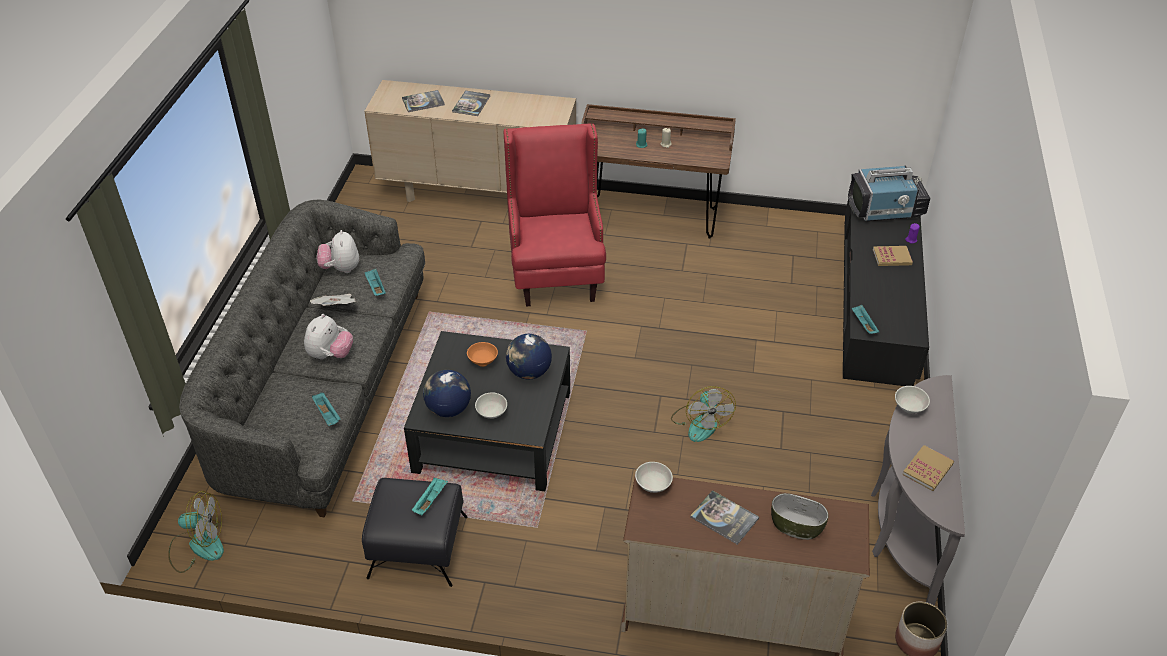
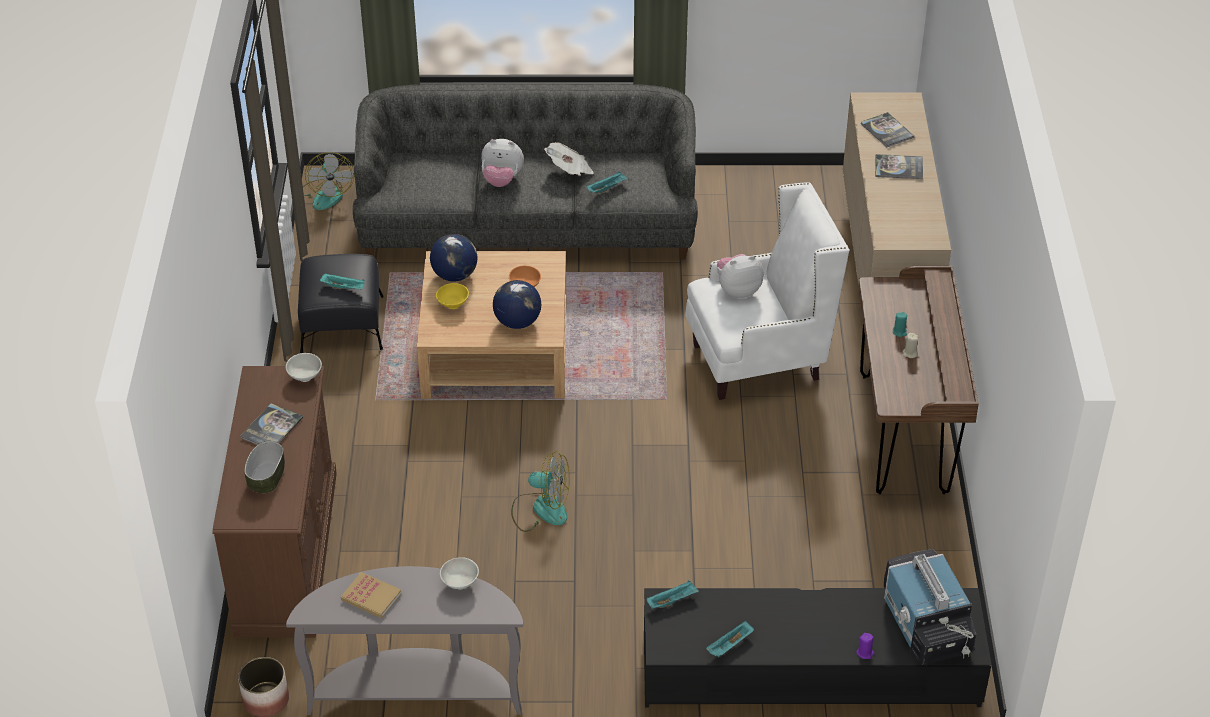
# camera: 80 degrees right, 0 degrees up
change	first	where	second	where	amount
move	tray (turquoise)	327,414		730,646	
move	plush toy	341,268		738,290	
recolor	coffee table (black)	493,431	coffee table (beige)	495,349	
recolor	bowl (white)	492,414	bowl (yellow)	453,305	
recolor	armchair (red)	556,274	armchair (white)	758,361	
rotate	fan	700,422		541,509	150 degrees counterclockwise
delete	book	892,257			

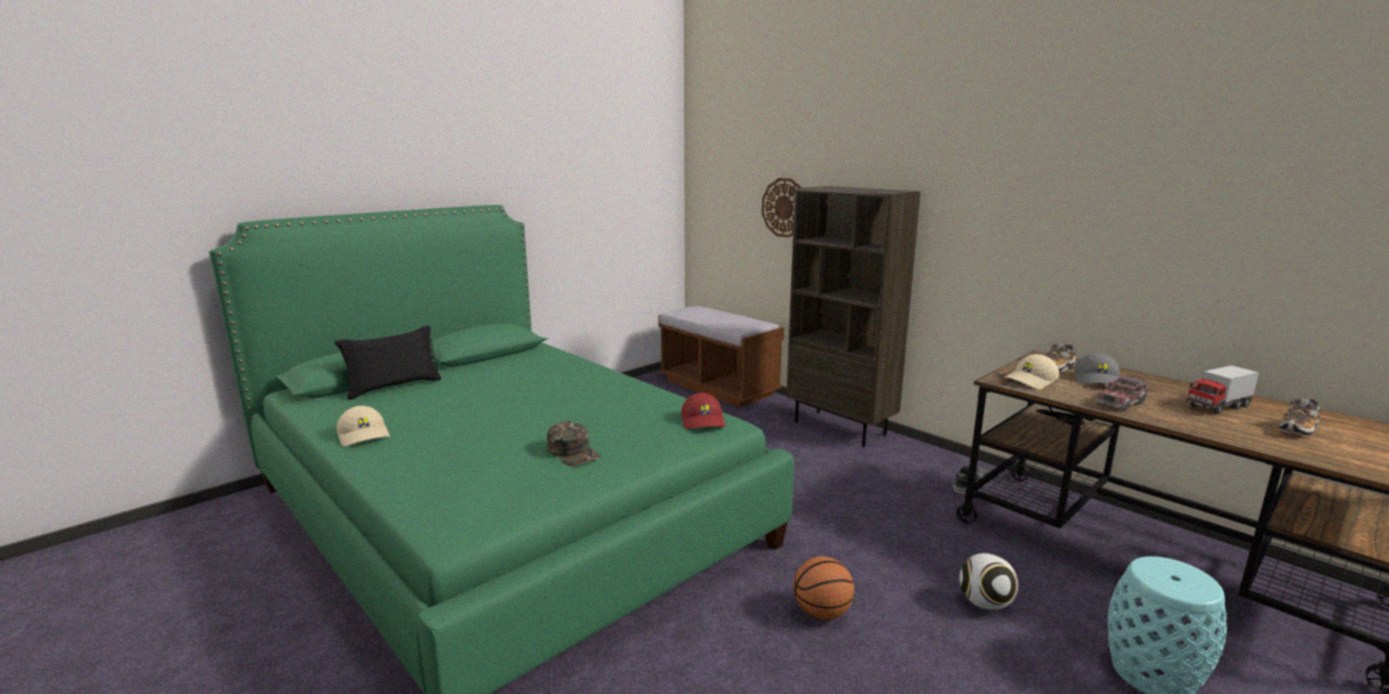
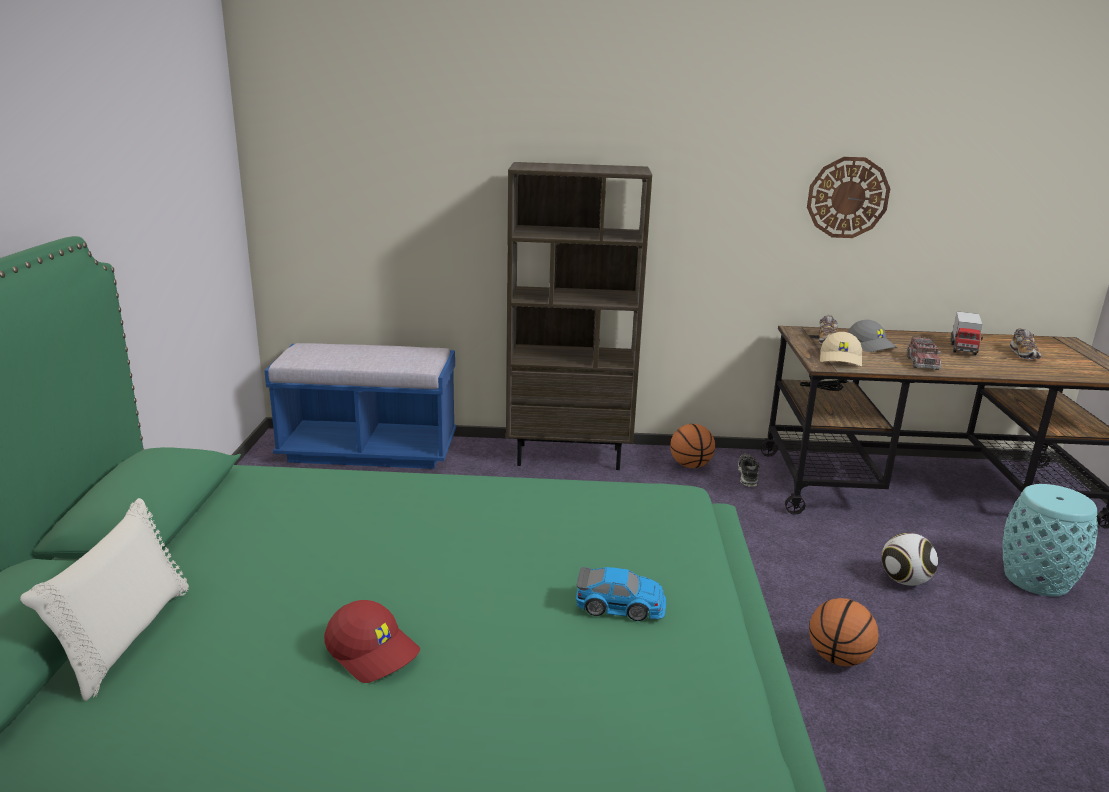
# camera: 45 degrees left, 5 degrees up
change	first	where	second	where	amount
recolor	pillow (black)	394,387	pillow (white)	125,637	
delete	cap (beige)	364,435			
replace	cap (green)	573,452	toy car	621,605	
recolor	bench (brown)	718,387	bench (blue)	369,450	
move	cap (red)	703,421		374,651	
move	wall clock	784,207		847,197	
insert			basketball	690,465	

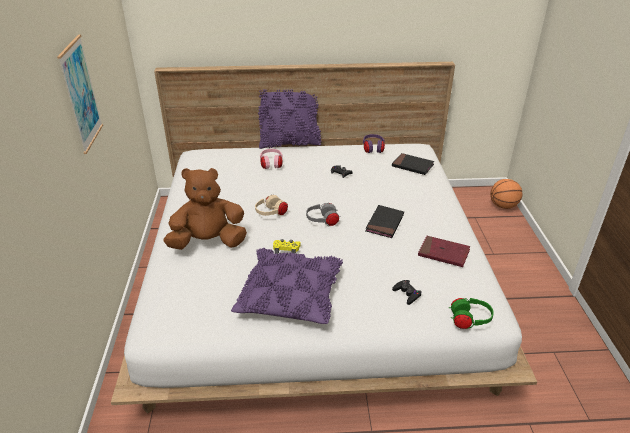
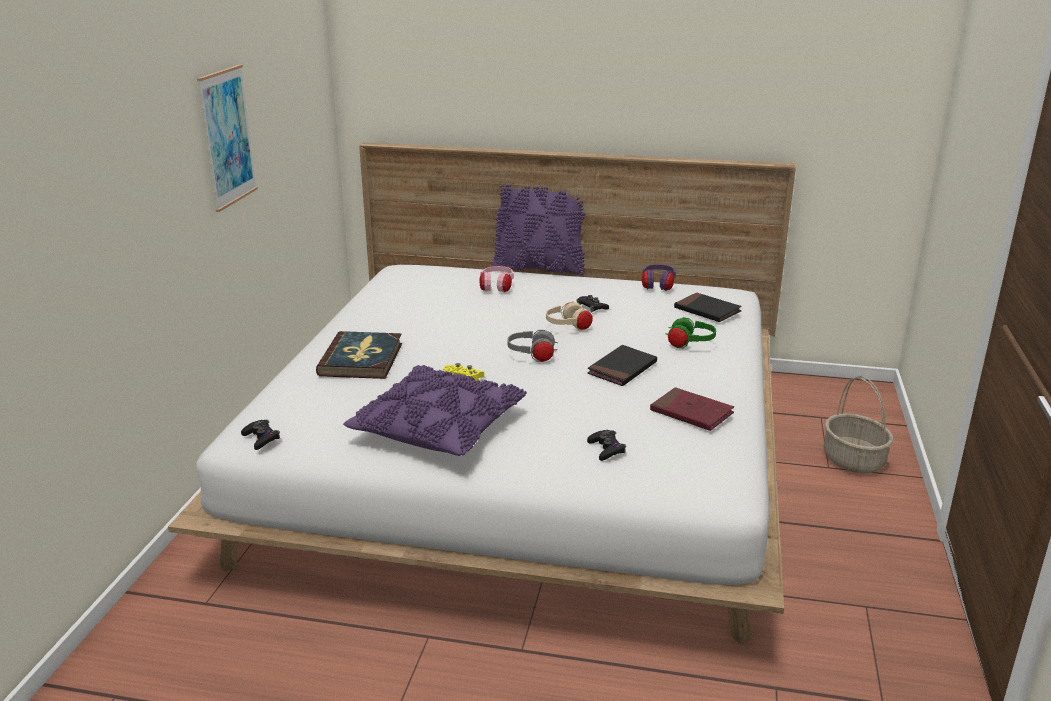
# camera: 15 degrees right, 10 degrees down
change	first	where	second	where	amount
replace	plush toy (brown)	208,242	book	361,359	
move	headphones (beige)	271,214		568,328	
move	headphones (green)	469,320		690,344	
delete	basketball	503,206			
insert			game controller (black)	261,438	
insert			basket	854,460	

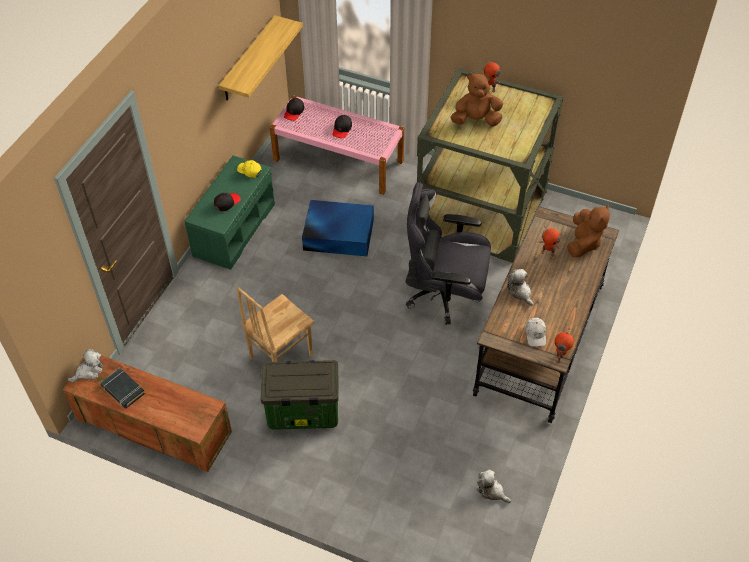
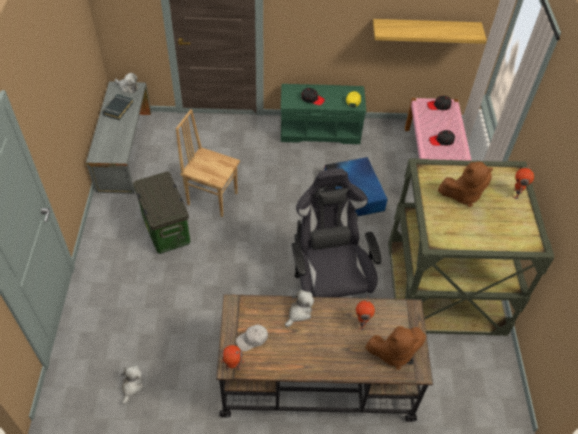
# camera: 65 degrees right, 0 degrees up
change	first	where	second	where	amount
recolor	bench (brown)	151,426	bench (grey)	124,150	
rotate	plush toy (brown)	476,120		463,195	105 degrees clockwise

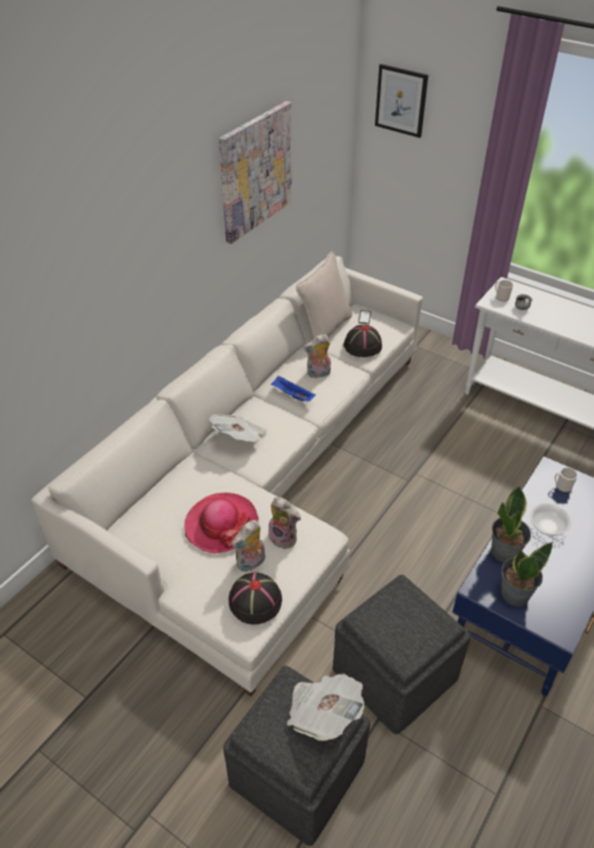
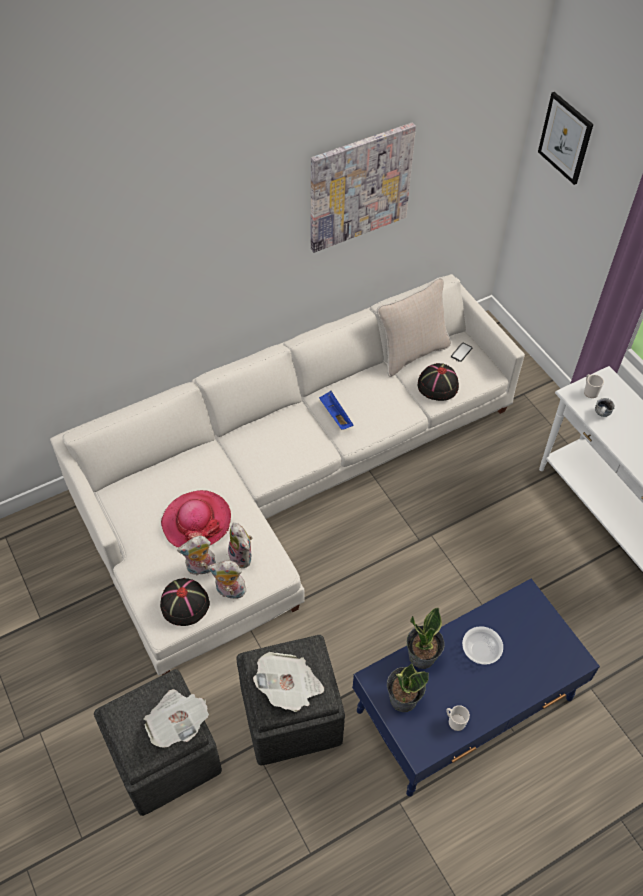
# camera: 25 degrees right, 10 degrees up
change	first	where	second	where	amount
move	newspaper	240,438		289,688	
move	plush toy	318,374		229,592	
move	mug	562,486		455,721	

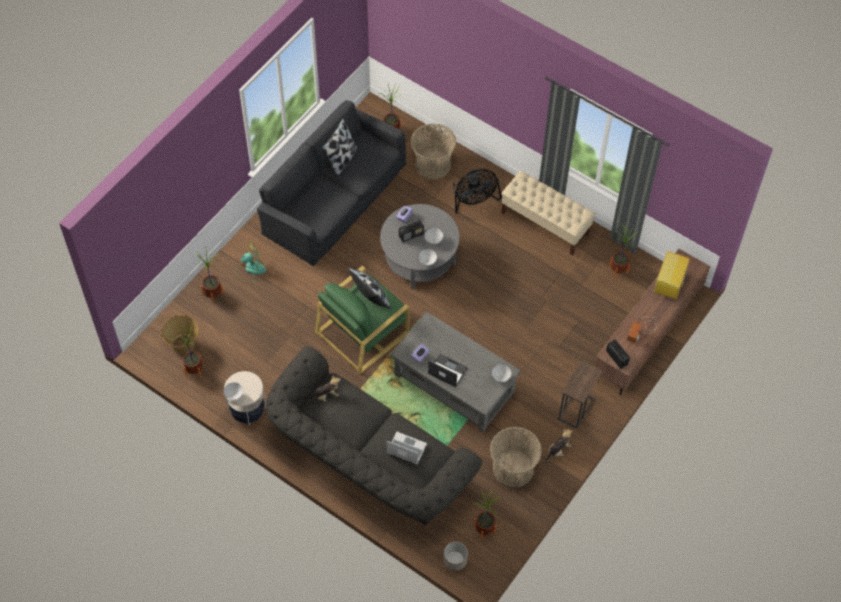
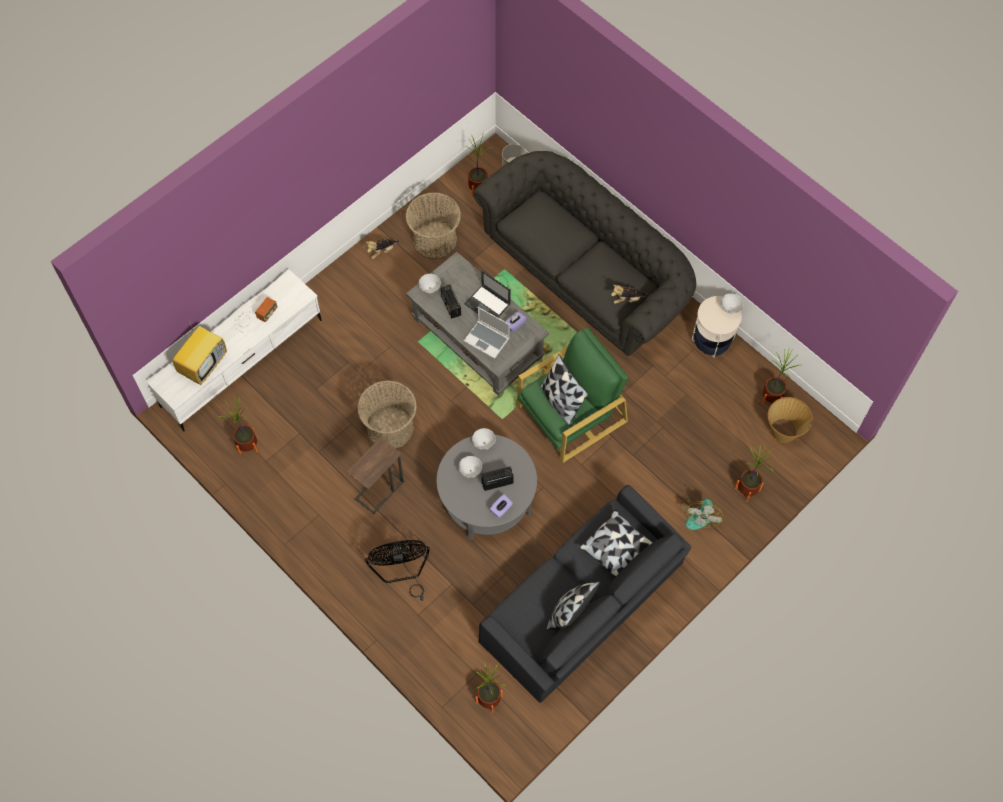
# camera: 170 degrees left, 5 degrees up
change	first	where	second	where	amount
rotate	fan	250,270		699,514	60 degrees counterclockwise
move	laptop	406,449		487,340	
move	basket	433,164		390,427	
delete	bench (beige)	545,224			
move	side table (brown)	576,409		379,489	
recolor	tv stand (brown)	648,333	tv stand (white)	241,361	
move	radio	616,357		451,306	
insert			pillow	618,550	

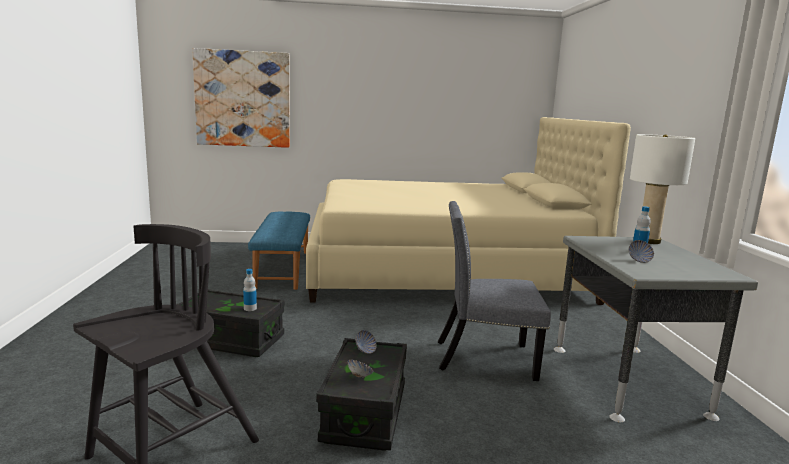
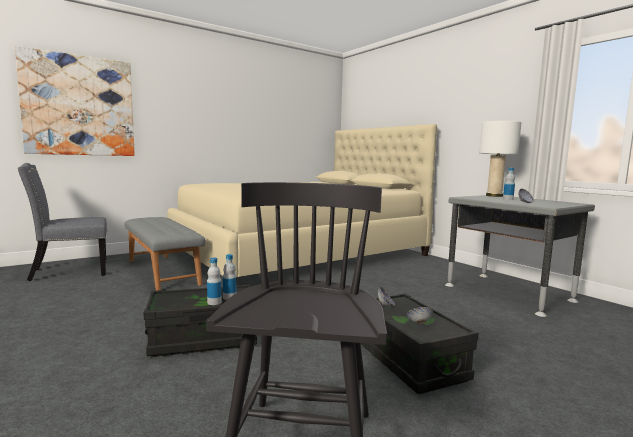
# camera: 30 degrees left, 5 degrees down
change	first	where	second	where	amount
recolor	bench (blue)	283,269	bench (grey)	163,271	
move	chair (grey)	487,358		72,271	
insert			bottle	214,302	

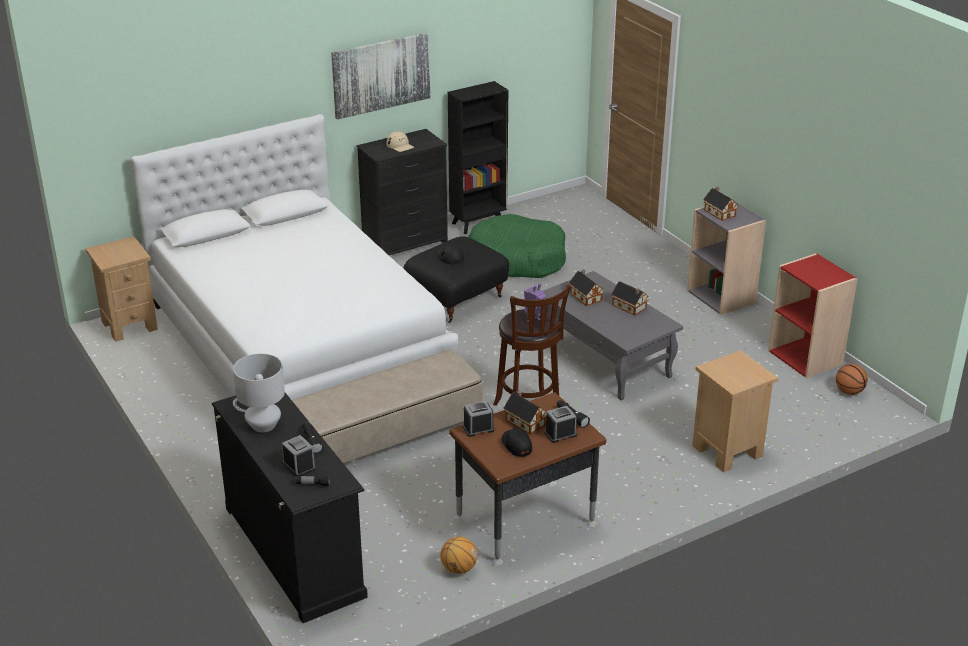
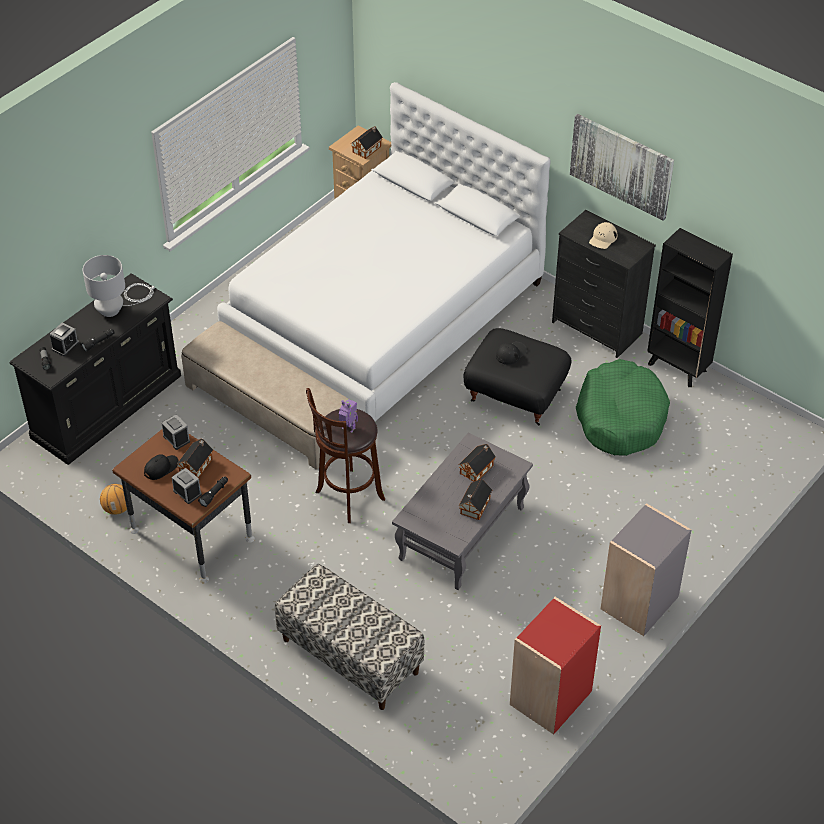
# camera: 70 degrees right, 15 degrees up
change	first	where	second	where	amount
replace	nightstand (beige)	726,450	bench	349,656	
move	toy house	719,212		368,149	
delete	basketball	849,392			

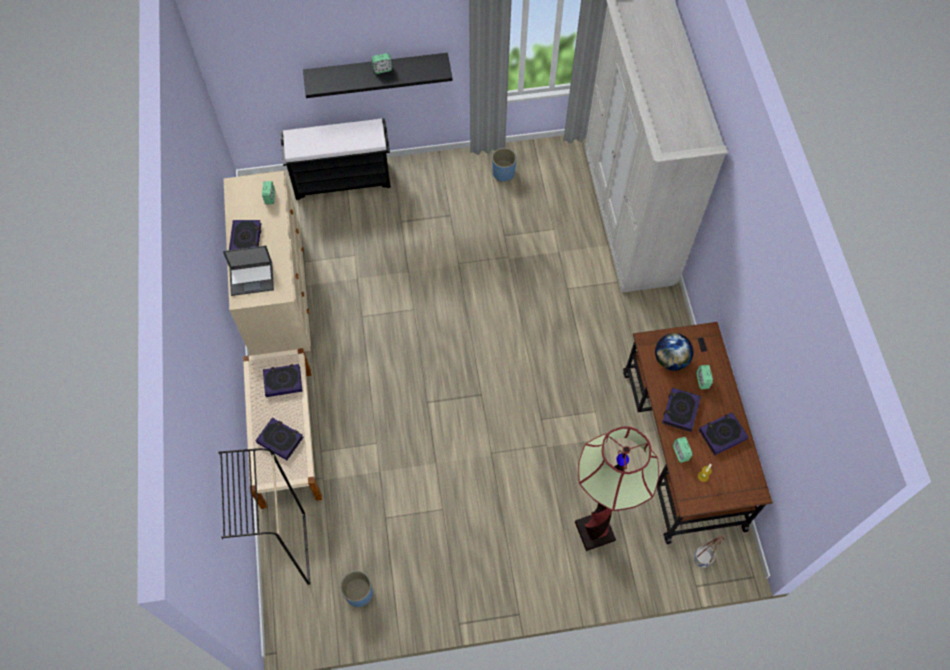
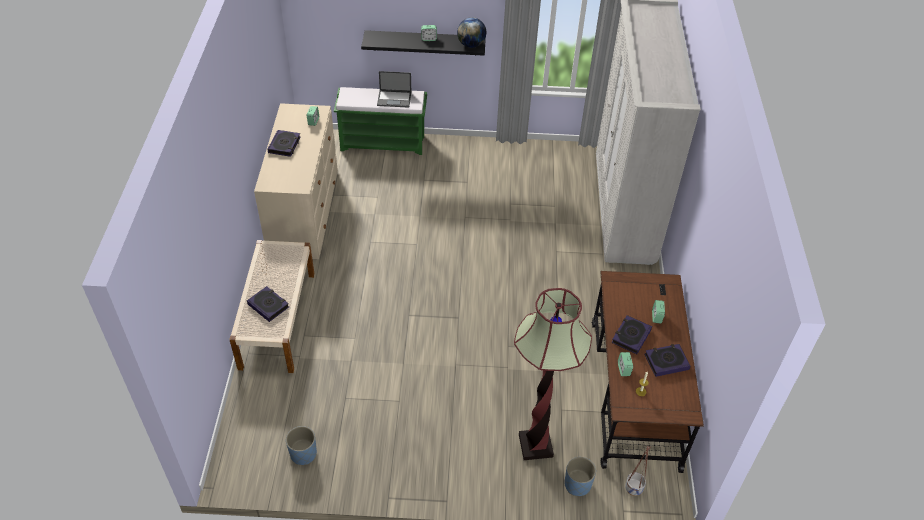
# camera: 10 degrees right, 15 degrees down
change	first	where	second	where	amount
delete	clothes rack (black)	286,550			
move	laptop	252,278		394,98	
delete	book	283,381			
recolor	bench (black)	343,179	bench (green)	383,143	
move	planter (blue)	503,173		577,484	
move	globe	671,360		471,45	

